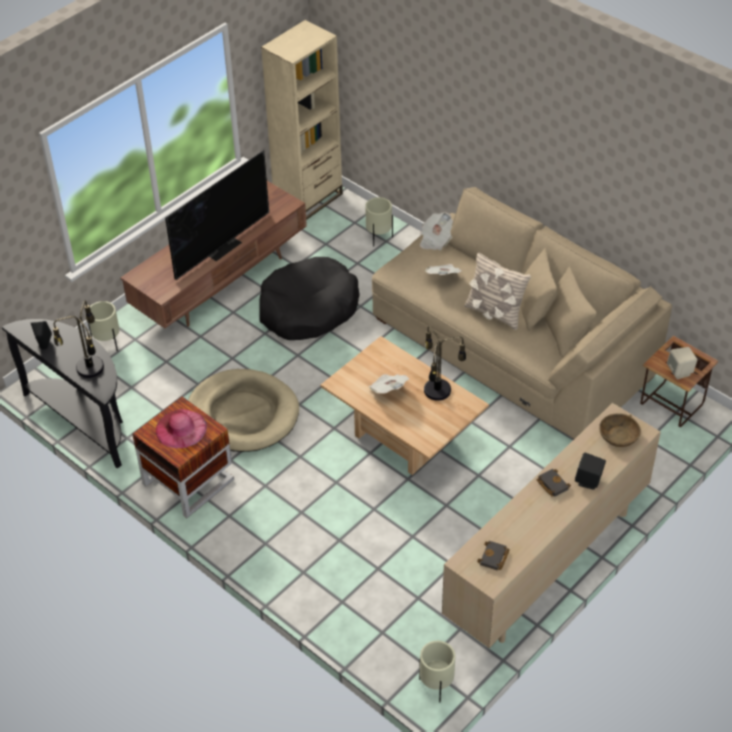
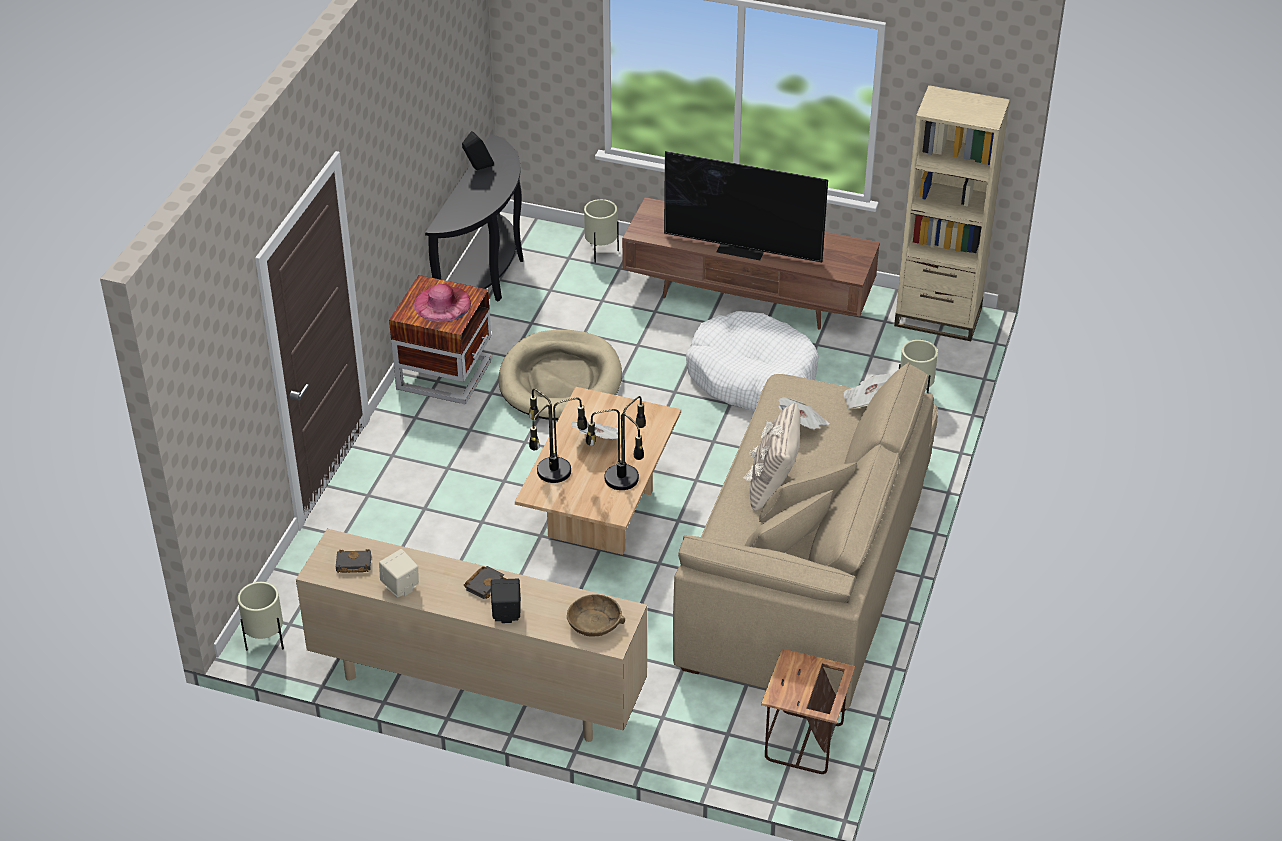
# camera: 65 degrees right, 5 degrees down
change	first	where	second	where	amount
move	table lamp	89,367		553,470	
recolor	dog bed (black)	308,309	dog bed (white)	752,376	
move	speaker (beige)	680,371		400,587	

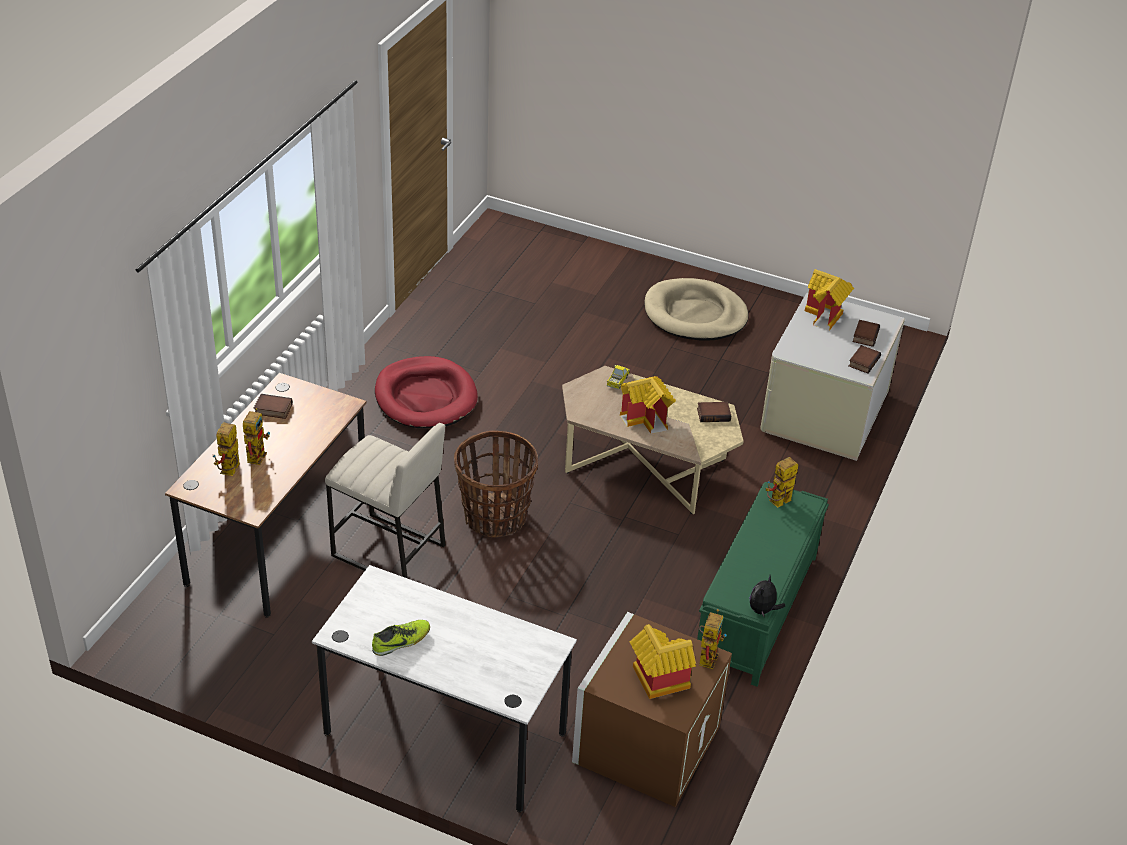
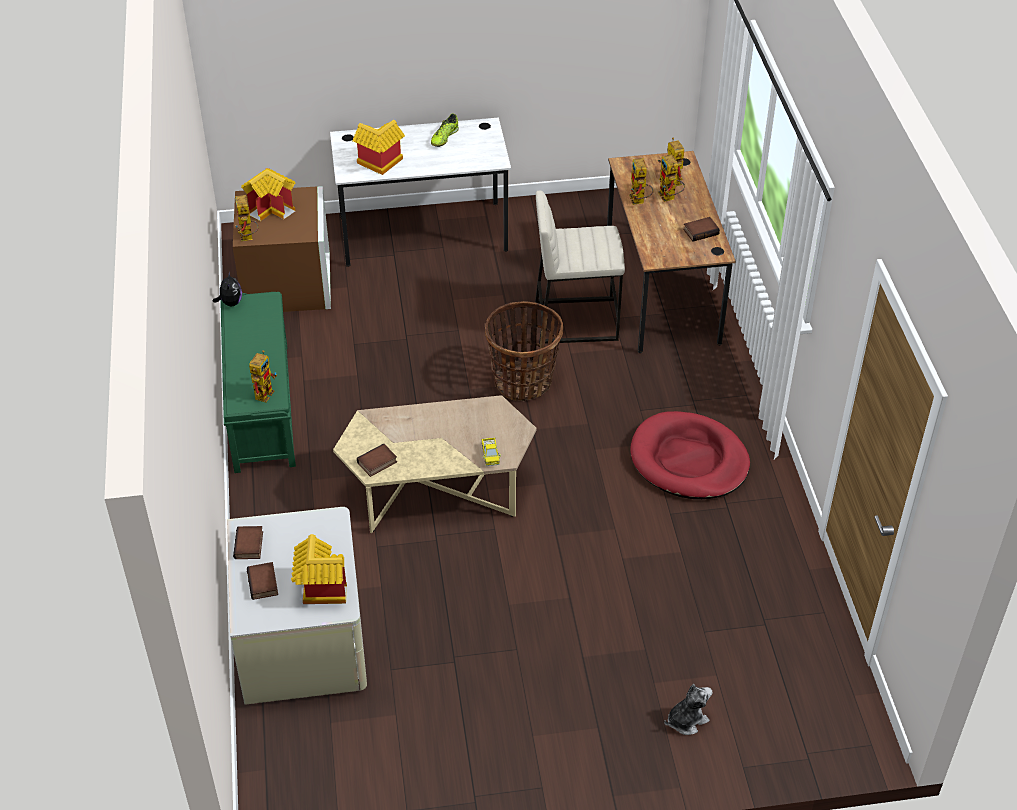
# camera: 150 degrees right, 5 degrees up
change	first	where	second	where	amount
move	toy house	647,419		379,164	
delete	dog bed (beige)	695,314			
insert			toy robot	639,201	
insert			plush toy	686,720	

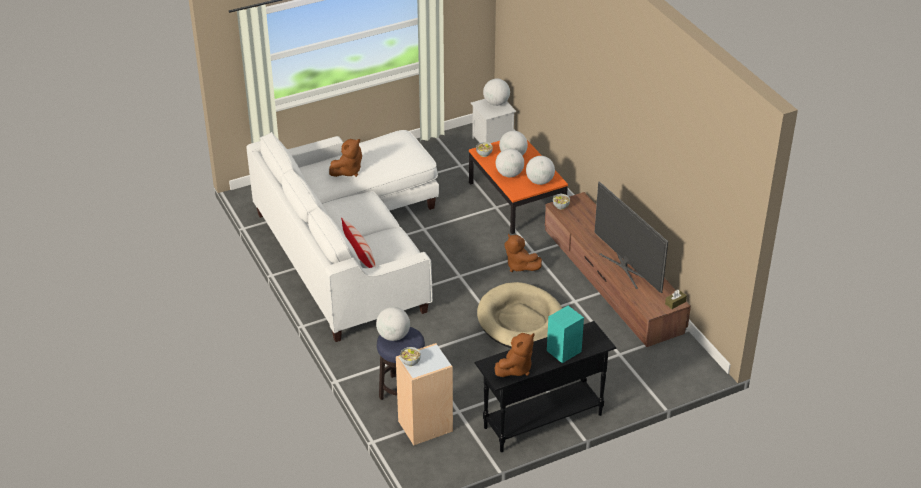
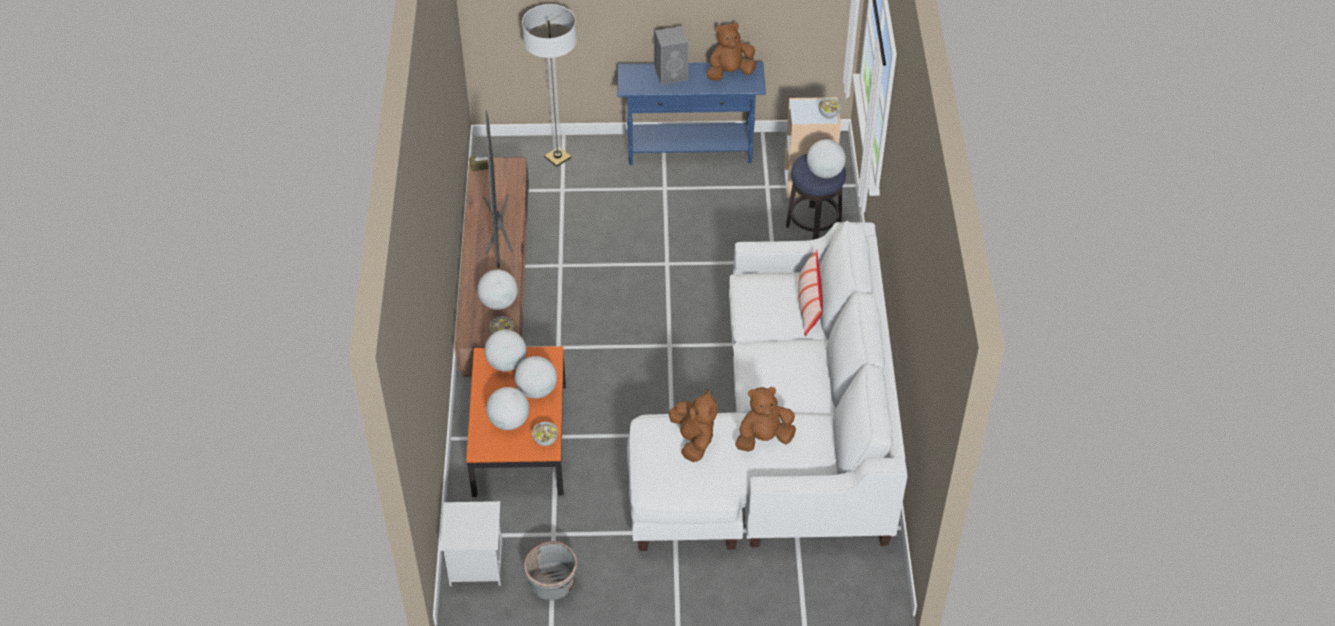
# camera: 155 degrees left, 10 degrees up
change	first	where	second	where	amount
recolor	console table (black)	542,421	console table (blue)	690,151	
delete	dog bed (beige)	521,321			
move	globe	496,103		499,302	
move	plush toy (brown)	519,266		694,440	
recolor	speaker (turquoise)	563,351	speaker (grey)	672,74	
insert			floor lamp	557,157	
insert			planter (grey)	552,583	

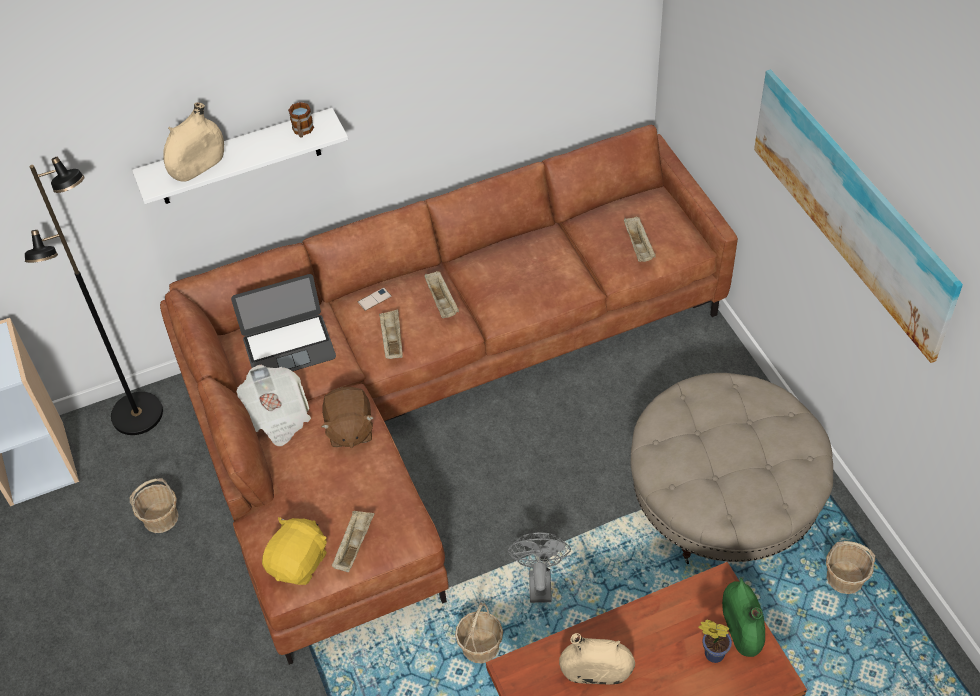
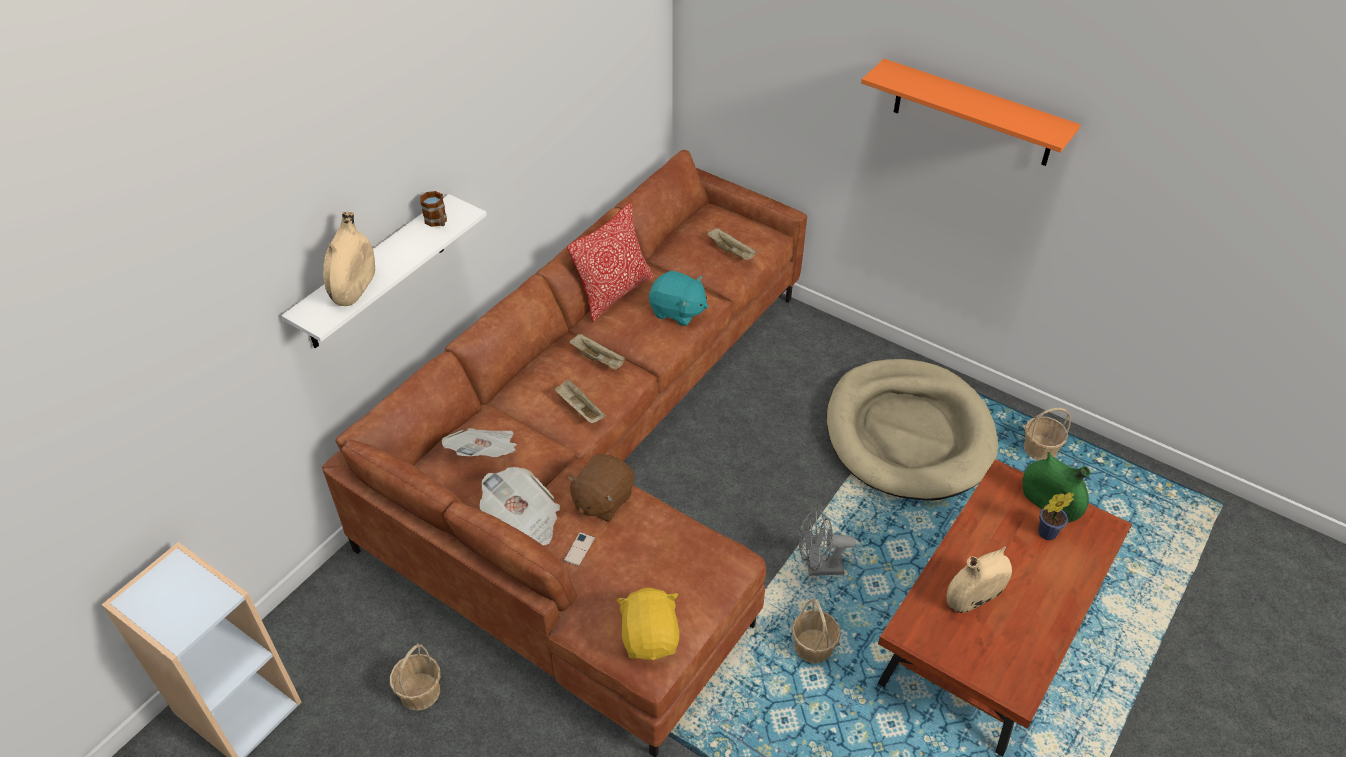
# camera: 35 degrees left, 5 degrees down
change	first	where	second	where	amount
delete	floor lamp (black)	138,415			
replace	laptop	289,347	newspaper	485,455	
rotate	plush toy (brown)	349,430		602,500	75 degrees clockwise
delete	tray (beige)	354,545			
move	phone	374,299		579,549	
rotate	fan (grey)	539,581		818,568	60 degrees counterclockwise
replace	ottoman (beige)	724,500	dog bed (beige)	908,434	
replace	picture	854,207	shelf (orange)	973,114	
insert			pillow	614,293	
insert			plush toy (turquoise)	677,311	

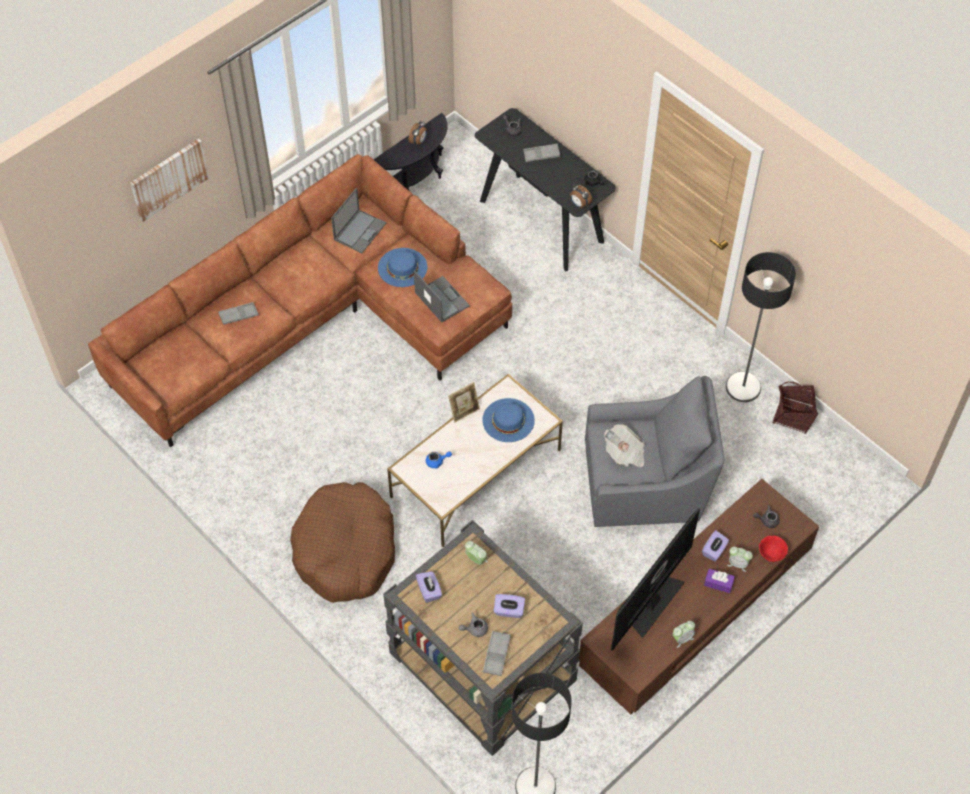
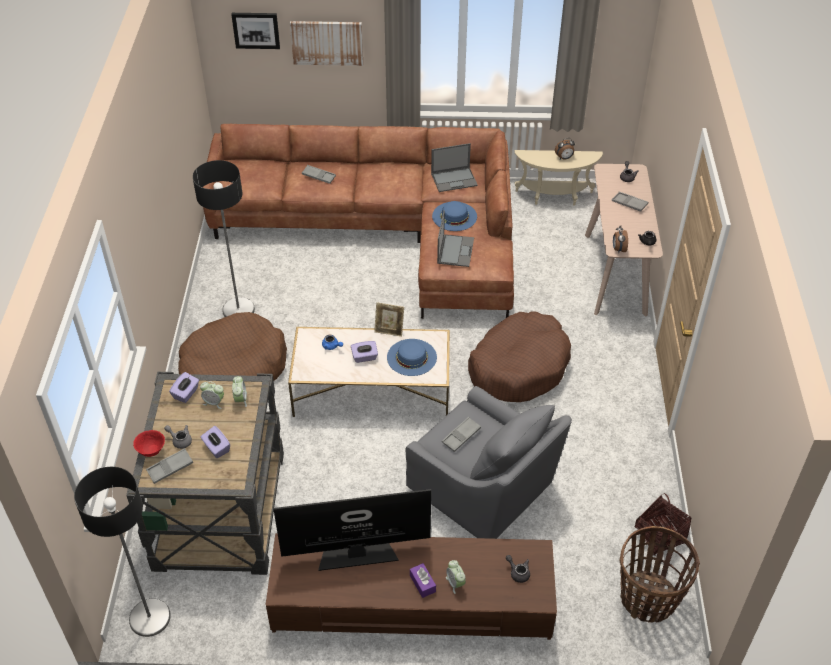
# camera: 45 degrees right, 10 degrees down
change	first	where	second	where	amount
recolor	side table (black)	416,182	side table (beige)	554,197	
recolor	console table (black)	542,221	console table (beige)	615,273	
replace	newspaper	625,453	tray (grey)	461,436	
move	alarm clock	682,638		214,402	
move	tissue box (purple)	714,551		364,357	
move	floor lamp	742,387		238,310	
move	bowl (red)	771,554		151,451	
insert			picture	256,30	
insert			dog bed (brown)	518,366	
insert			basket	648,598	

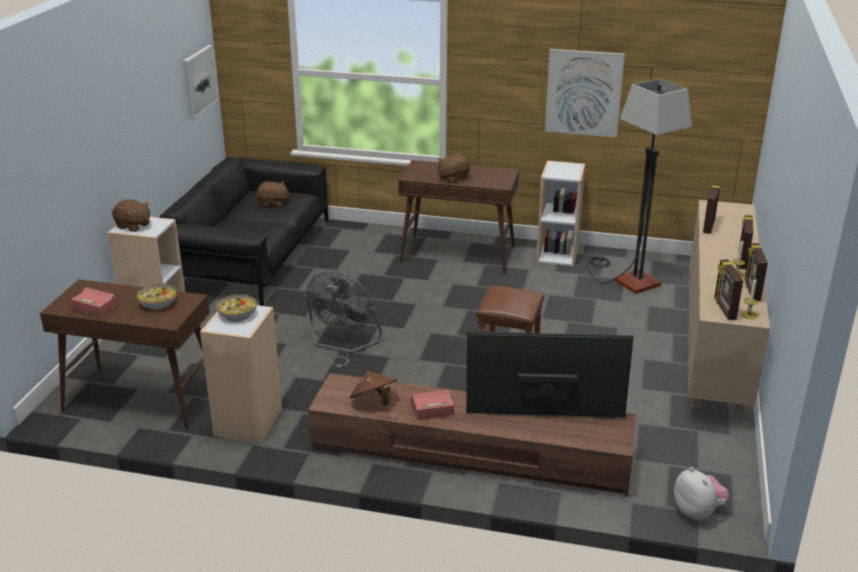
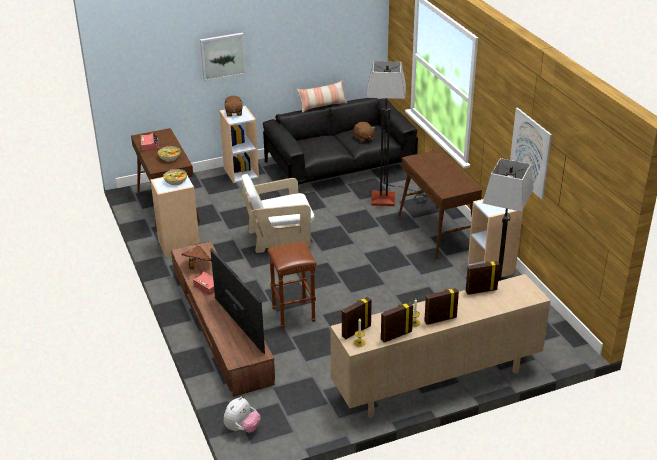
# camera: 55 degrees right, 5 degrees up
change	first	where	second	where	amount
move	picture	199,81		222,56	
replace	fan (grey)	340,345	armchair (white)	279,238	
delete	plush toy (brown)	453,178			
insert			pillow	322,106	
insert			floor lamp	391,198	

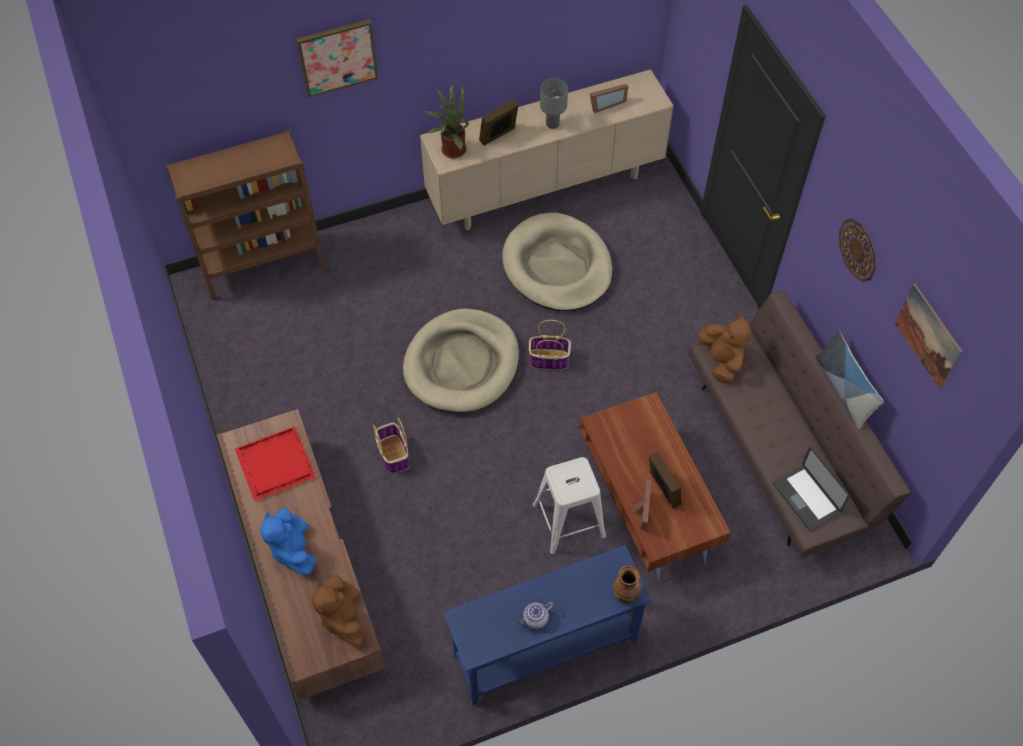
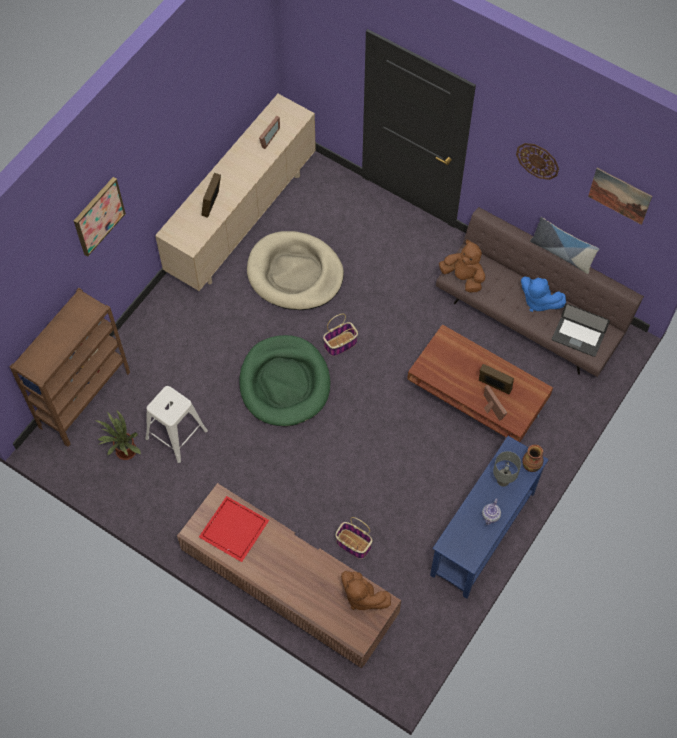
# camera: 35 degrees left, 5 degrees up
change	first	where	second	where	amount
move	plush toy (blue)	293,550		538,301	
move	basket	393,454		352,544	
recolor	dog bed (beige)	462,364	dog bed (green)	284,383	
move	potted plant	451,150		124,452	
move	stool (white)	569,520		176,434	
move	table lamp (grey)	552,124		502,481	

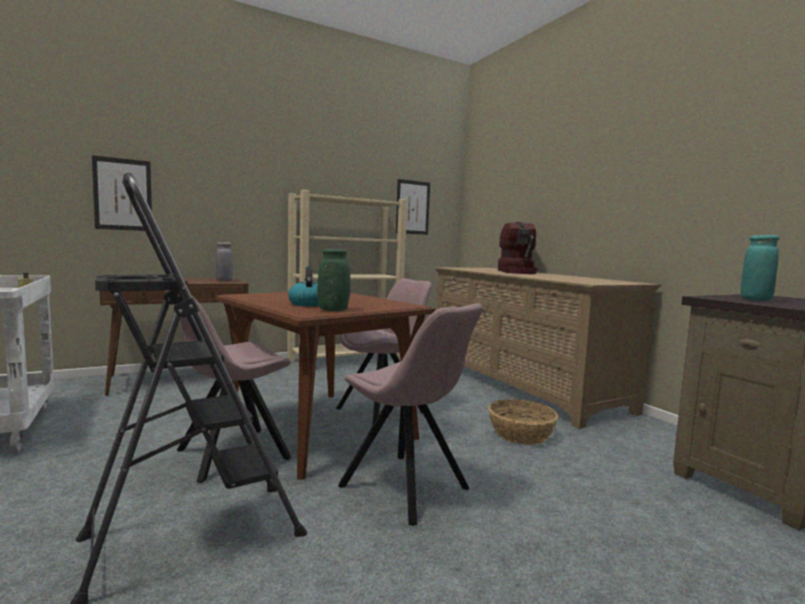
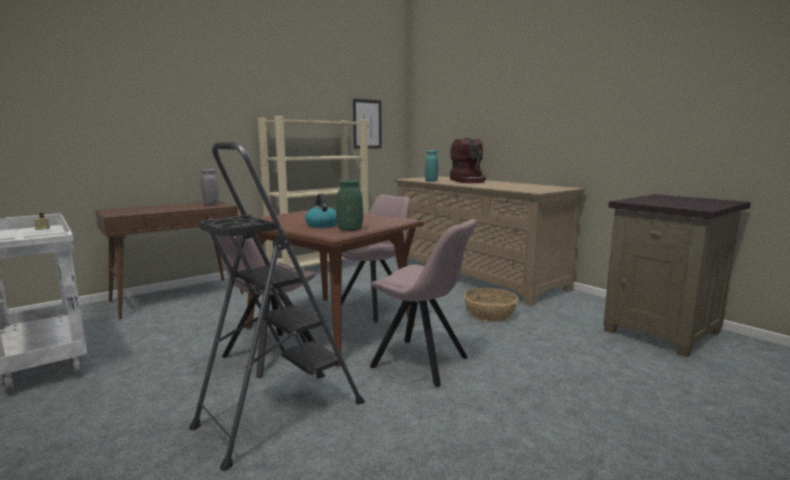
# camera: 10 degrees left, 5 degrees up
change	first	where	second	where	amount
delete	picture	123,194			
move	vase (turquoise)	755,300		431,181	

